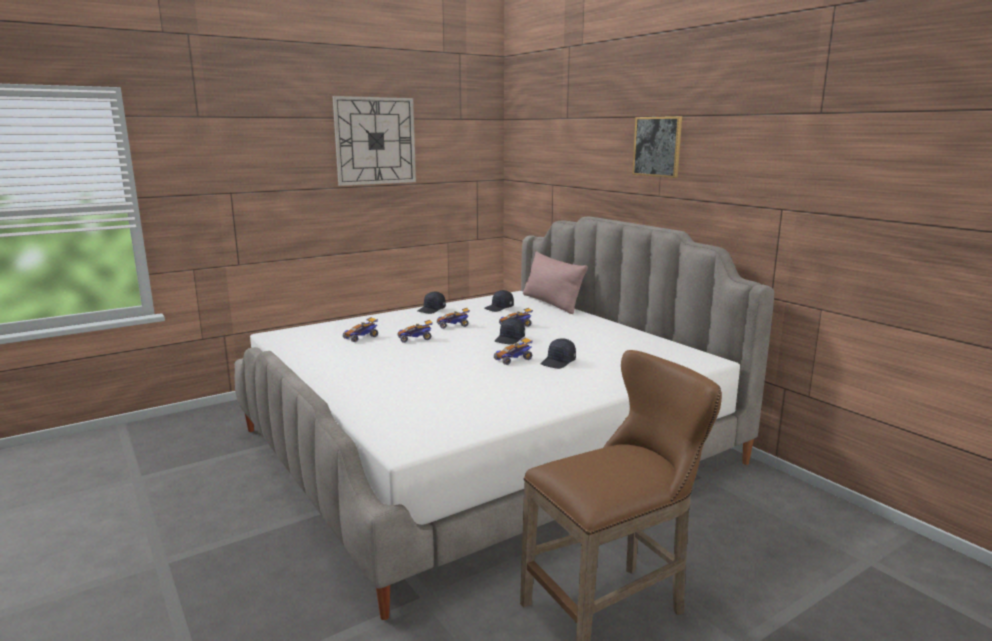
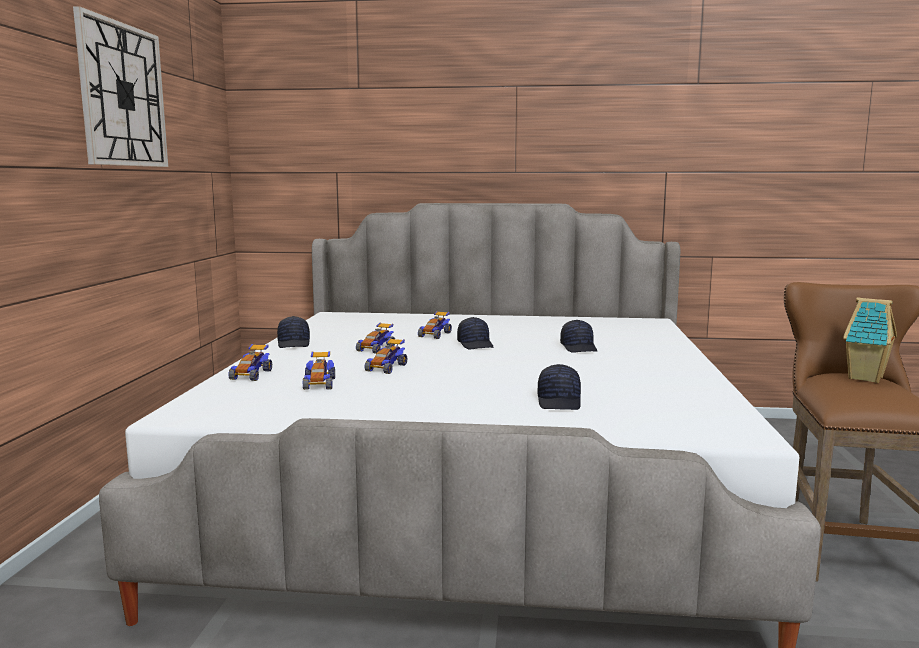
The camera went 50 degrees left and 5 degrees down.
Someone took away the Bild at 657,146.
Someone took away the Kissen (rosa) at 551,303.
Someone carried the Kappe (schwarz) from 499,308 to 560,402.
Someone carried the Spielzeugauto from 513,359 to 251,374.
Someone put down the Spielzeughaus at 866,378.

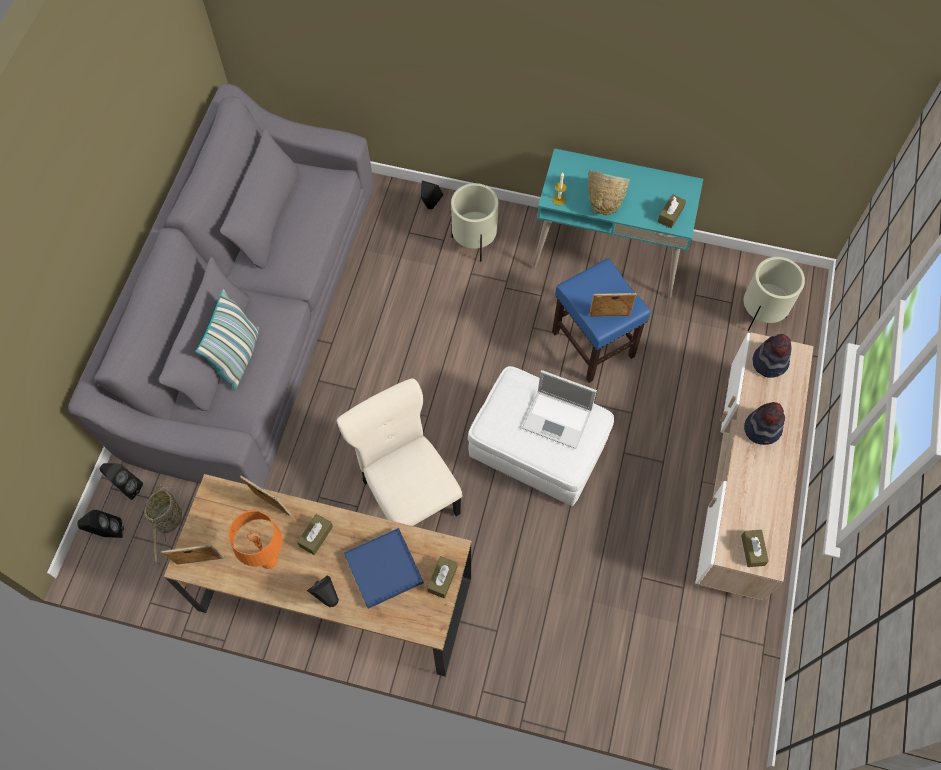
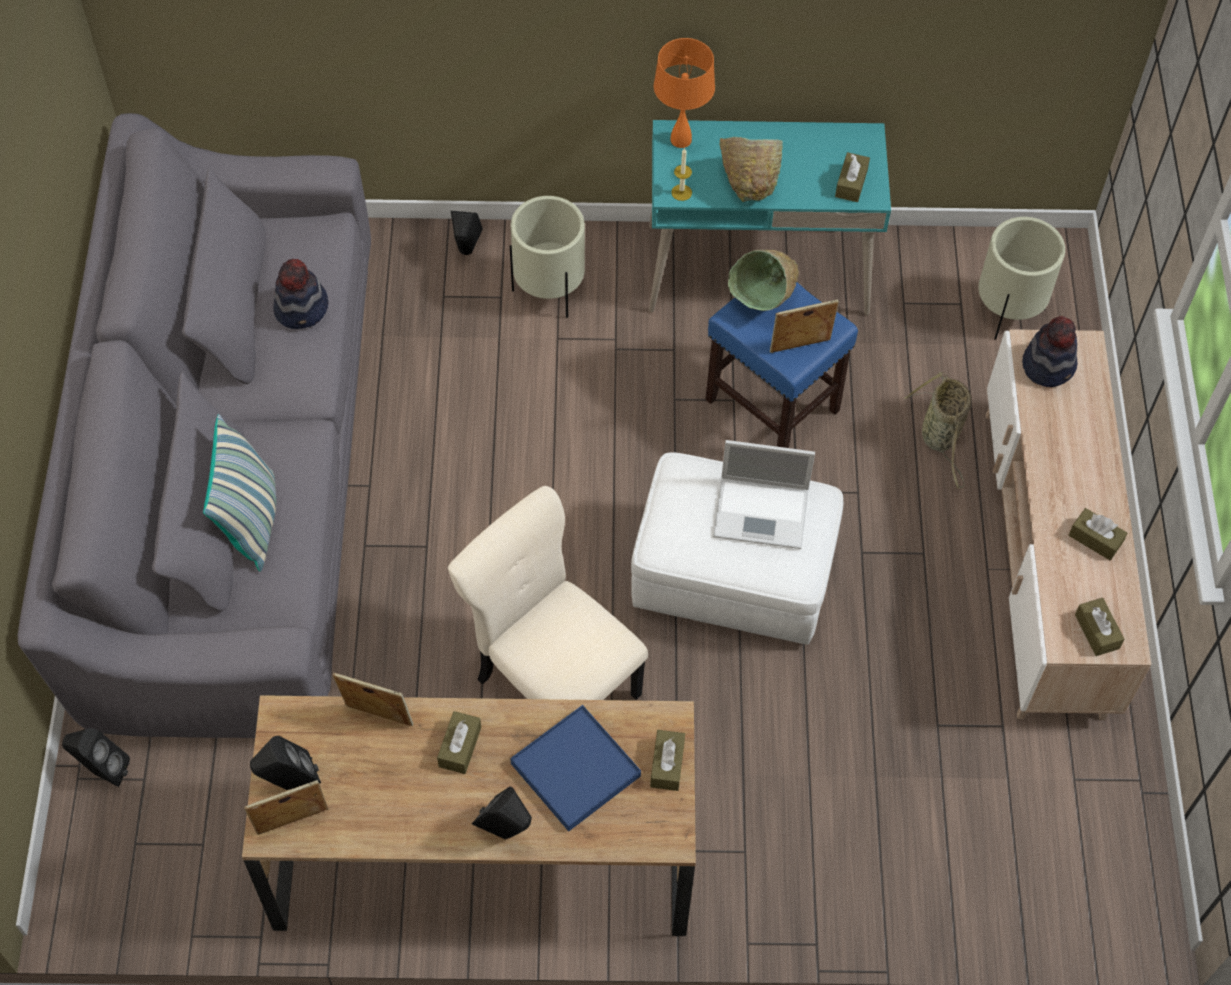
The camera went 15 degrees left and 5 degrees down.
Someone carried the Hut from 763,429 to 302,309.
Someone carried the Korb from 169,522 to 940,438.
Someone carried the Lautsprecher (schwarz) from 108,533 to 290,784.
Someone carried the Tischlampe (orange) from 269,560 to 681,140.
Someone put down the Schüssel (grün) at 764,300.
Someone put down the Taschentuchbox (braun) at 1095,539.

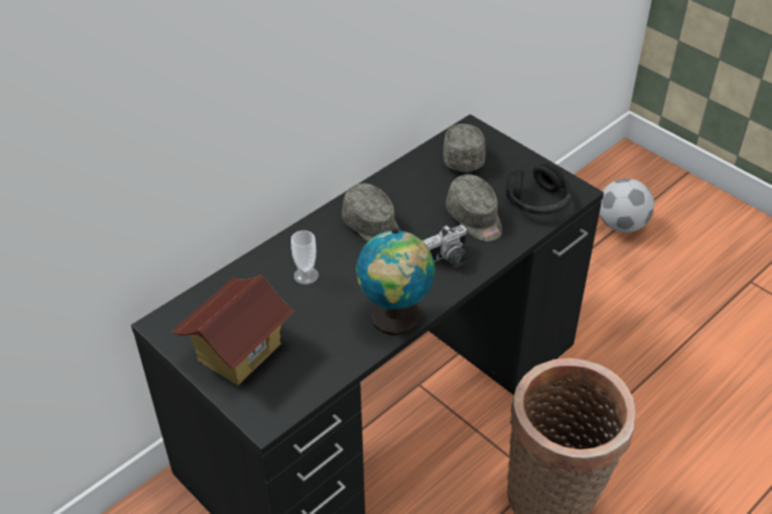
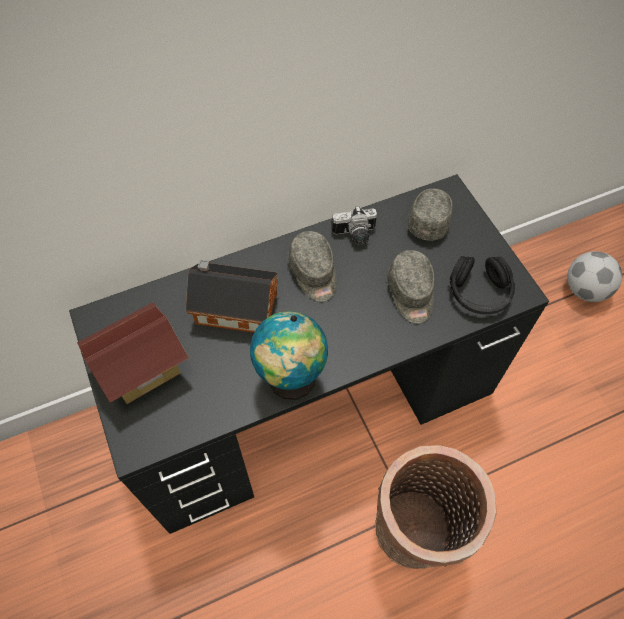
The camera went 20 degrees right and 15 degrees up.
Someone carried the Kamera from 448,260 to 355,235.
Someone swapped the Tasse at 306,275 for the Spielzeughaus at 233,307.

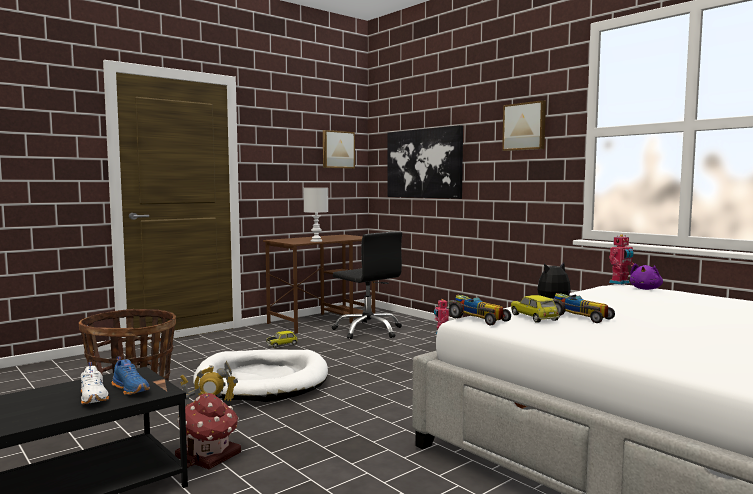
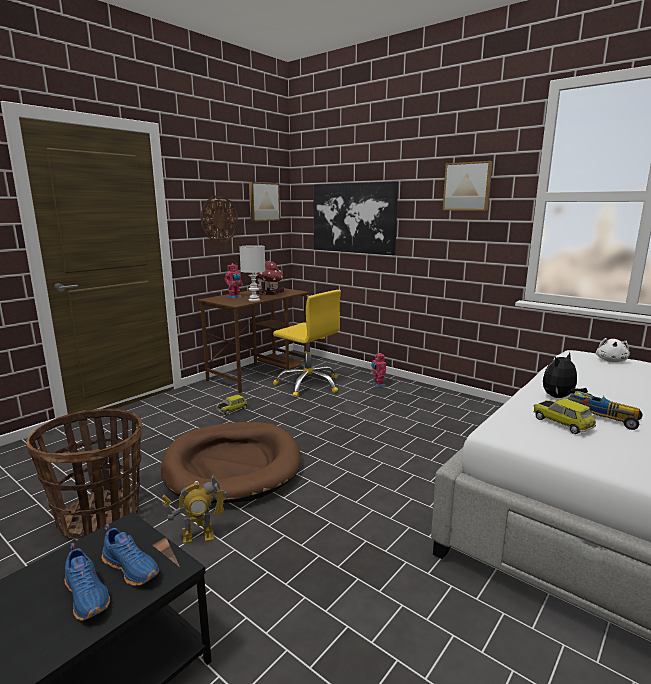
The camera went 10 degrees left and 10 degrees up.
Someone repainted the Bürostuhl (schwarz) at 368,331, which became the Bürostuhl (gelb) at 308,384.
Someone carried the Spielzeugroboter from 620,283 to 234,297.
Someone repainted the Plüschtier (lila) at 645,289, which became the Plüschtier (weiß) at 611,361.
Someone took away the Spielzeugauto at 476,318.
Someone repainted the Hundebett (weiß) at 262,381, which became the Hundebett (braun) at 232,465.
Someone repainted the Schuh (weiß) at 94,397, which became the Schuh (blau) at 88,595.
Someone carried the Spielzeughaus from 209,456 to 269,292.
Someone put up the Wanduhr at 219,219.

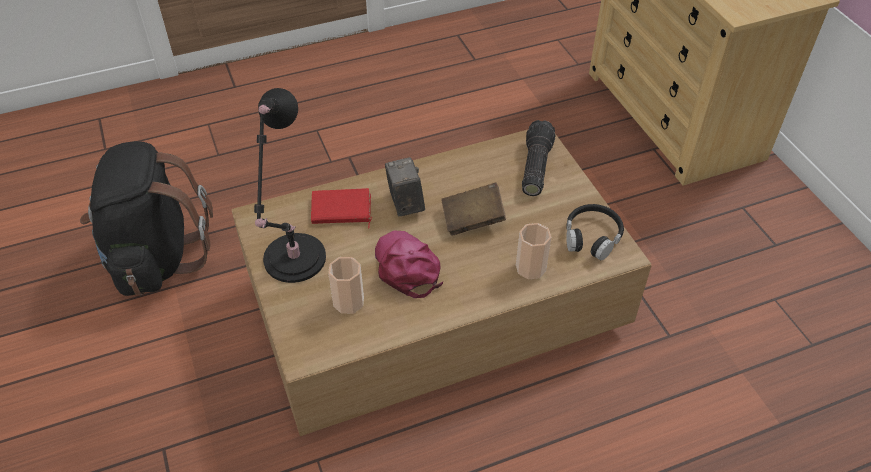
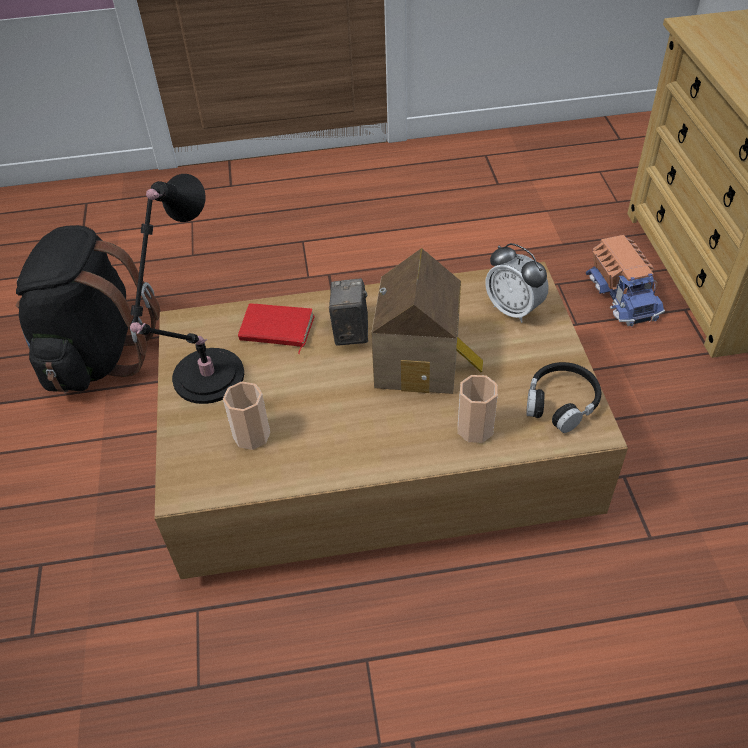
The camera went 15 degrees right and 0 degrees up.
Someone swapped the Taschenlampe at 534,167 for the Wecker at 513,309.
Someone swapped the Buch (braun) at 472,220 for the Spielzeughaus at 422,361.
Someone took away the Kappe (rosa) at 407,267.
Someone put down the Spielzeuglaster at 623,295.

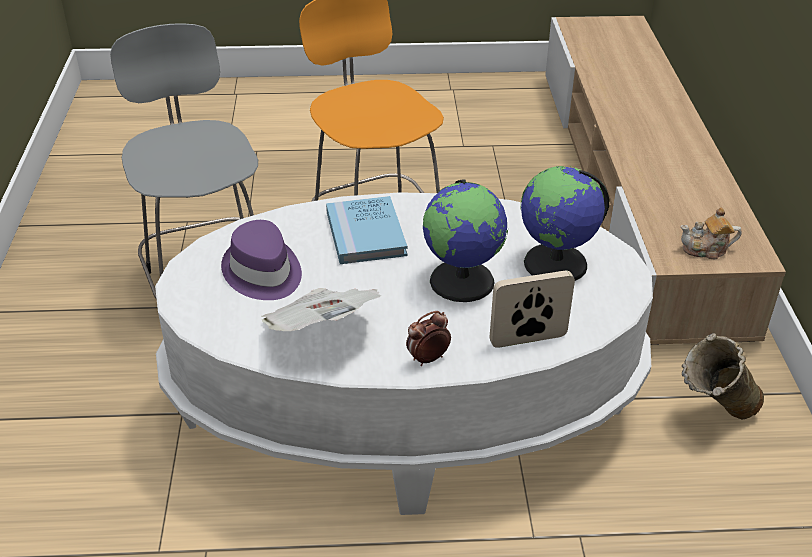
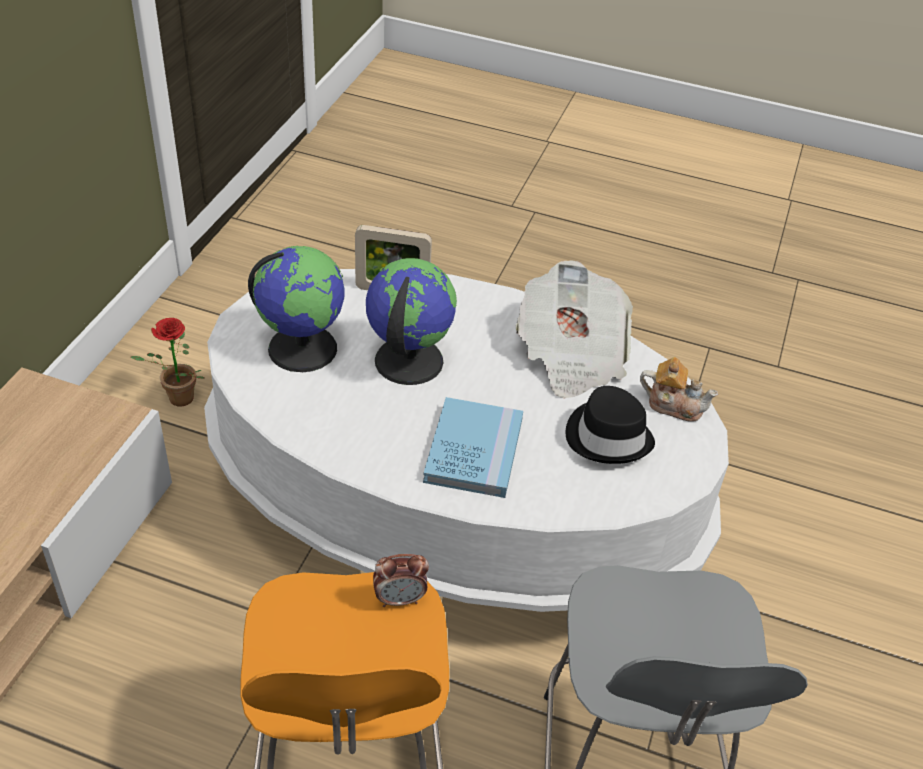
The camera went 160 degrees left and 5 degrees up.
Someone carried the Teekanne from 706,250 to 674,405.
Someone repainted the Hut (lila) at 262,273, which became the Hut (schwarz) at 608,436.
Someone carried the Wecker from 427,359 to 400,599.
Someone swapped the Vase (beige) at 713,417 for the Topfpflanze at 176,400.

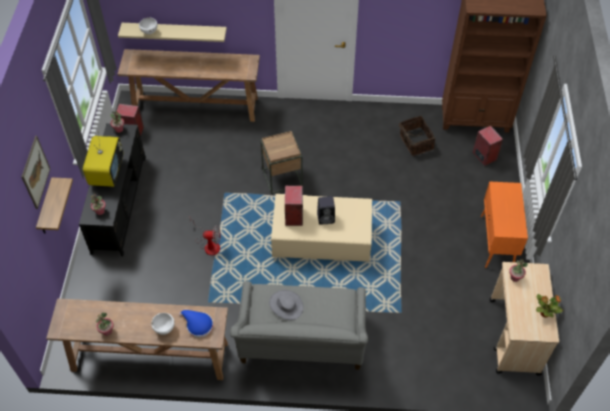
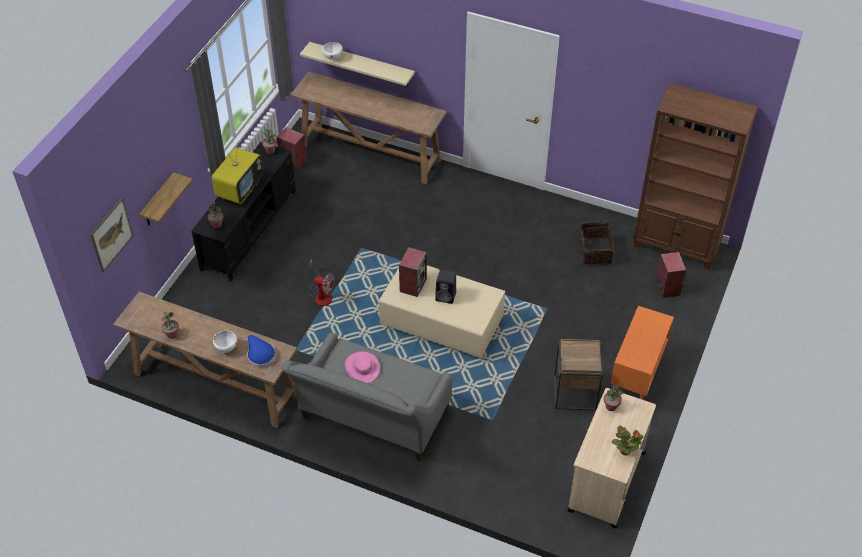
The camera went 20 degrees right and 5 degrees down.
Someone carried the Beistelltisch (braun) from 282,177 to 575,392.
Someone carried the Bild from 35,172 to 111,234.
Someone repainted the Hut (grau) at 286,305, which became the Hut (rosa) at 362,367.

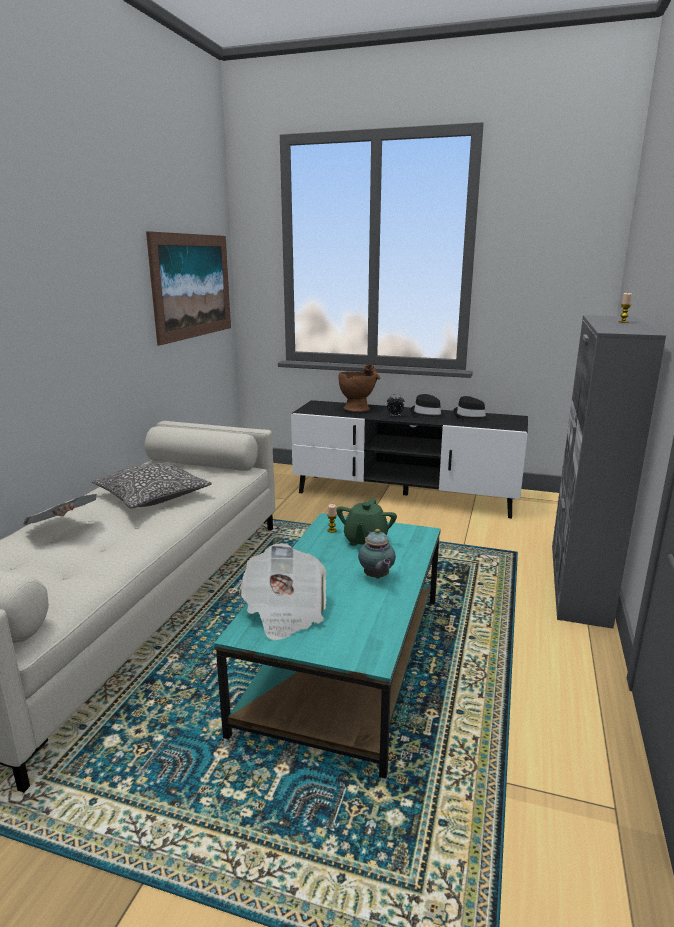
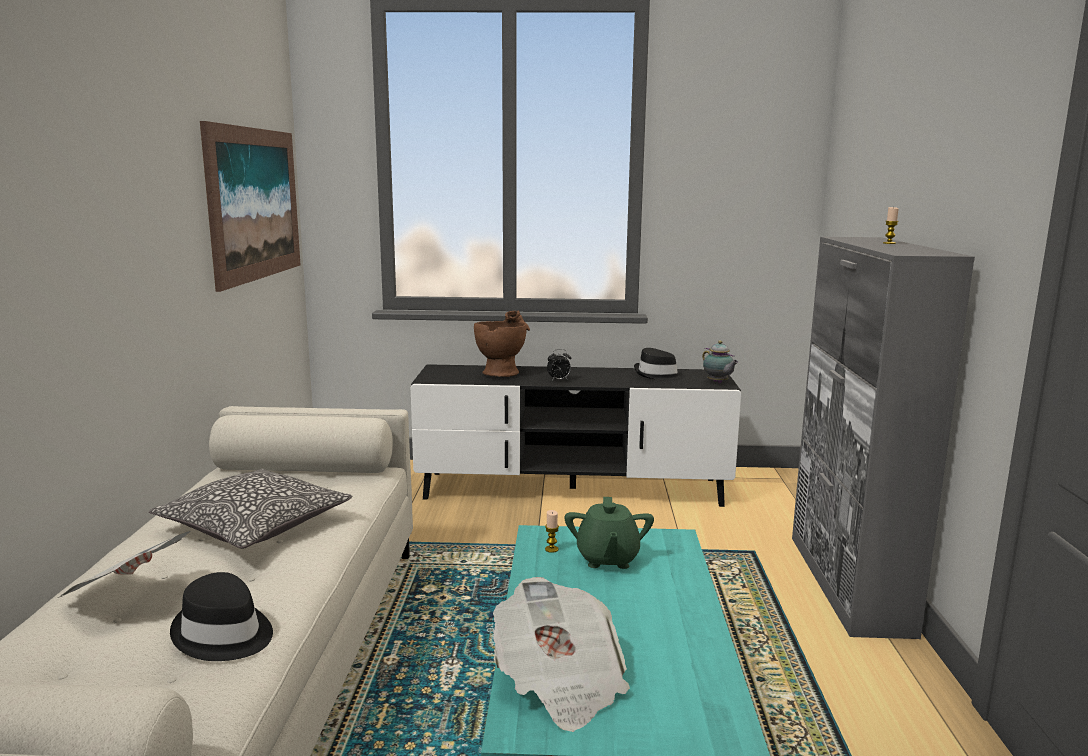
The camera went 15 degrees left and 5 degrees down.
Someone carried the Hut (schwarz) from 428,415 to 223,635.
Someone carried the Teekanne from 376,577 to 718,383.

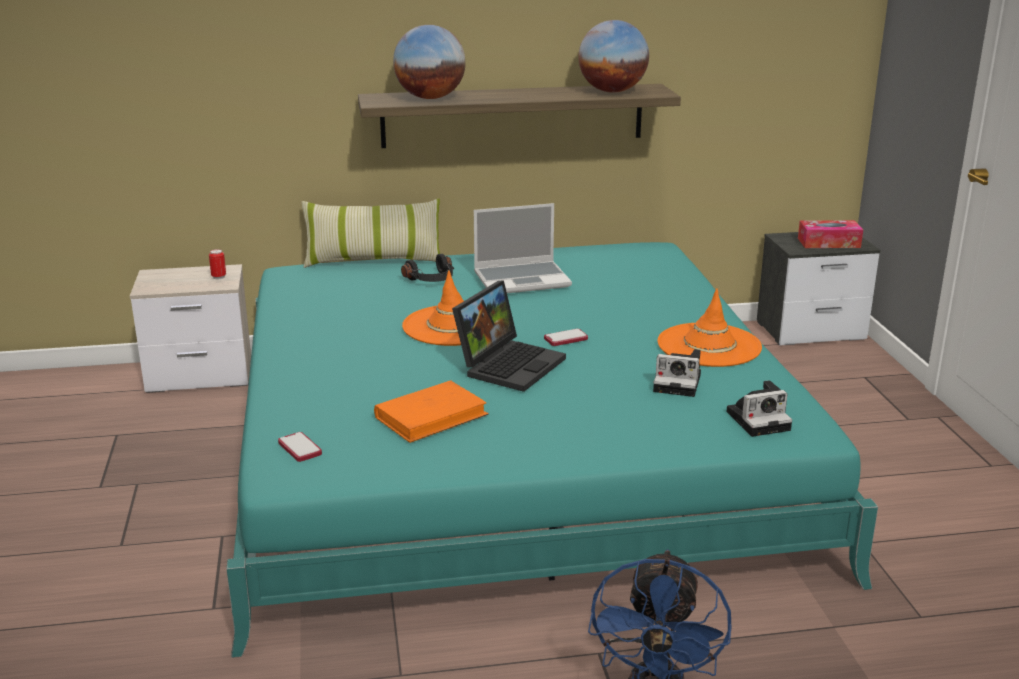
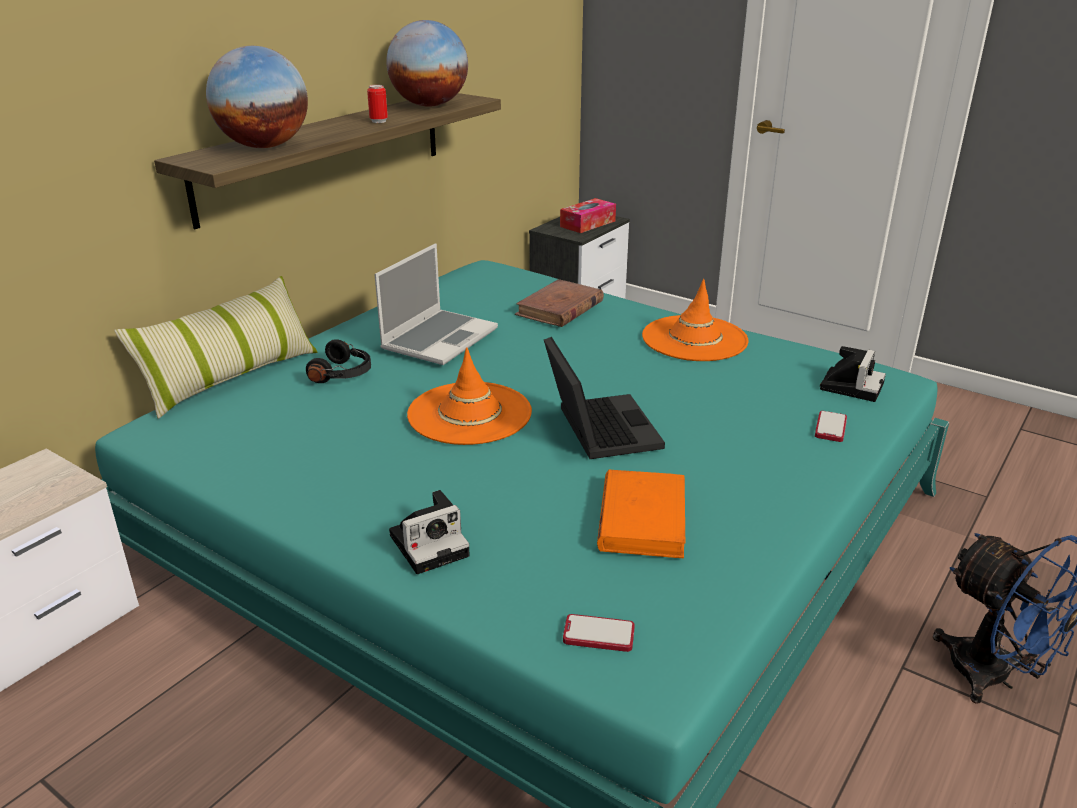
The camera went 45 degrees left and 5 degrees up.
Someone carried the Dose from 219,277 to 379,121.
Someone carried the Handy from 566,339 to 830,428.
Someone carried the Kamera from 679,383 to 431,544.
Someone put down the Buch (braun) at 559,308.

